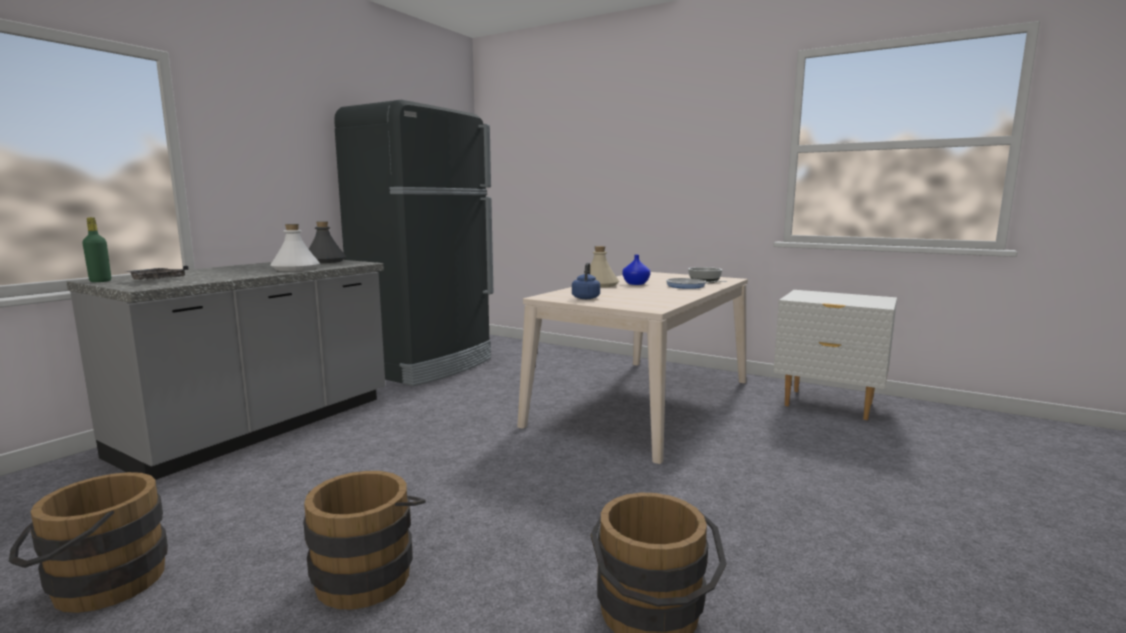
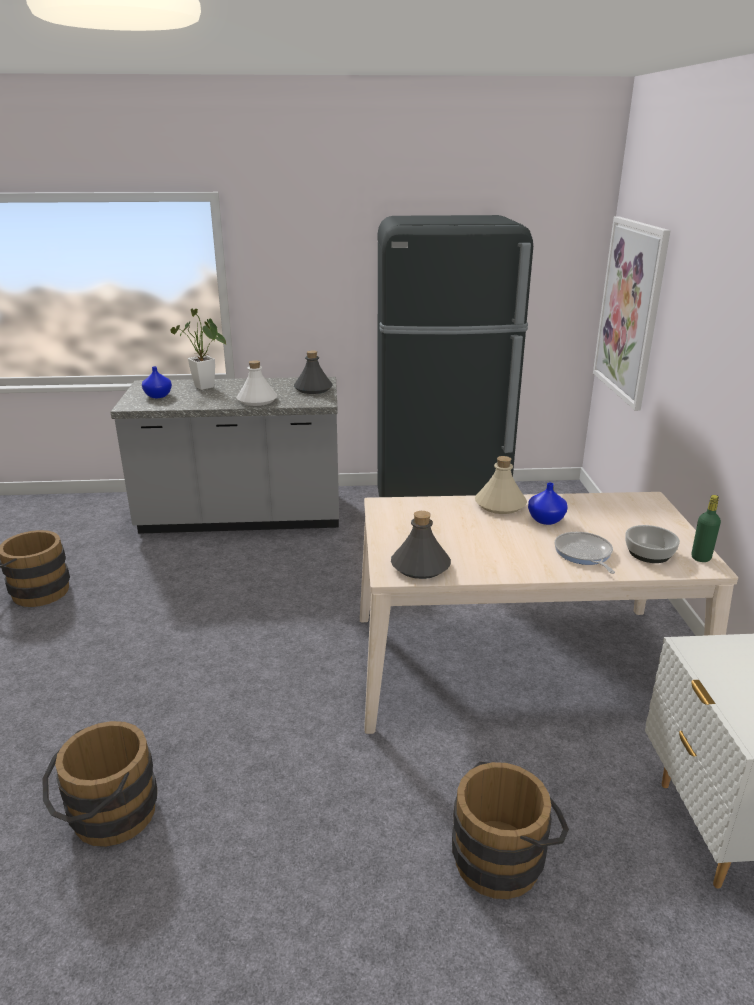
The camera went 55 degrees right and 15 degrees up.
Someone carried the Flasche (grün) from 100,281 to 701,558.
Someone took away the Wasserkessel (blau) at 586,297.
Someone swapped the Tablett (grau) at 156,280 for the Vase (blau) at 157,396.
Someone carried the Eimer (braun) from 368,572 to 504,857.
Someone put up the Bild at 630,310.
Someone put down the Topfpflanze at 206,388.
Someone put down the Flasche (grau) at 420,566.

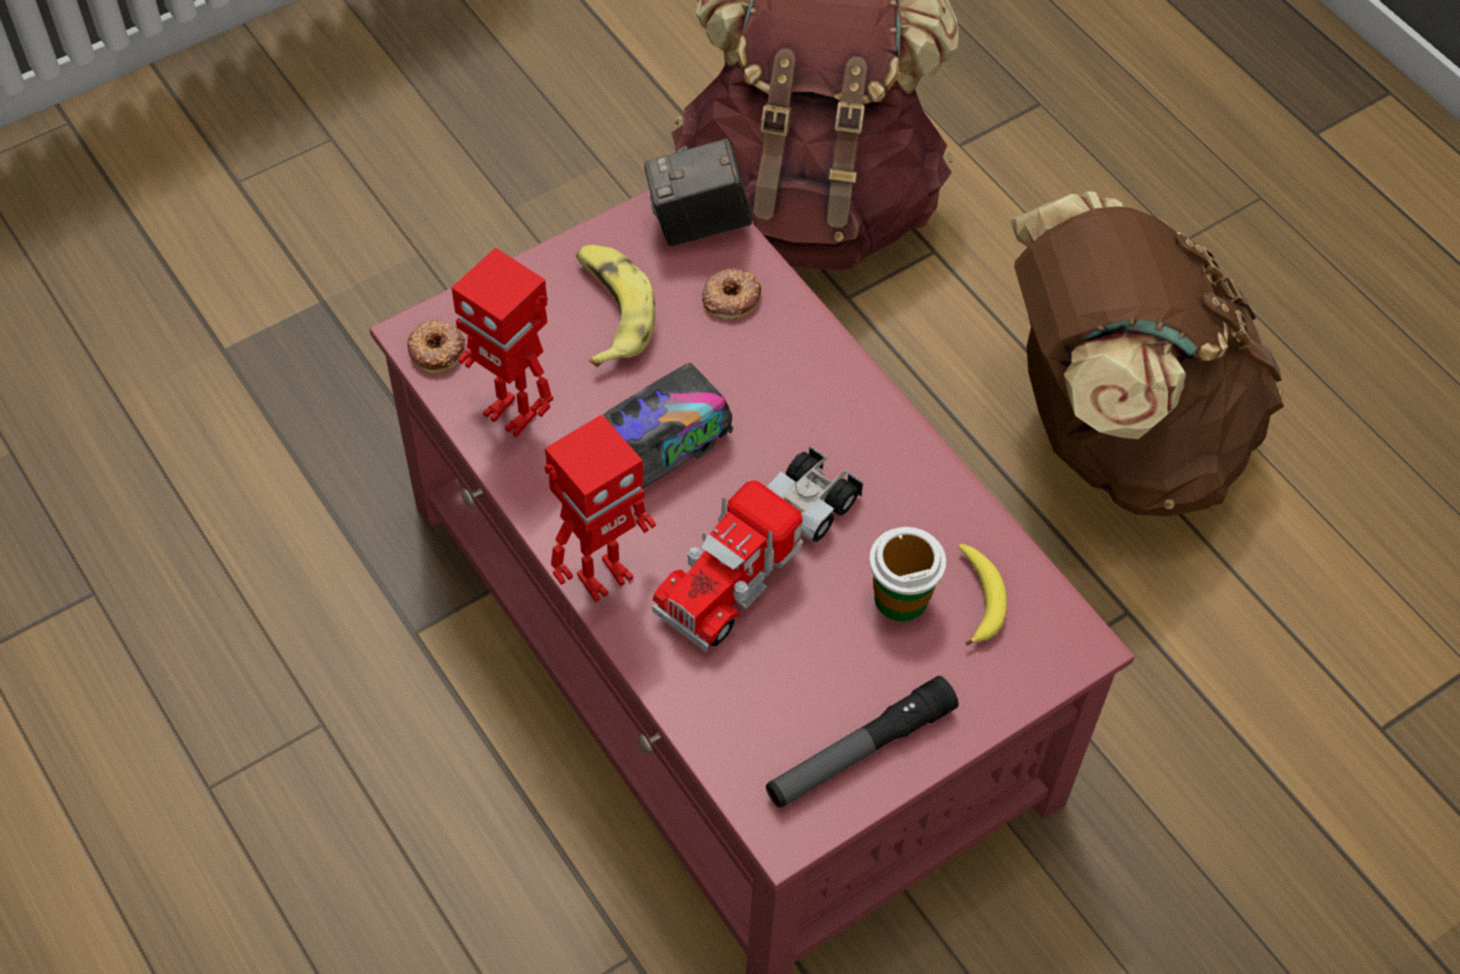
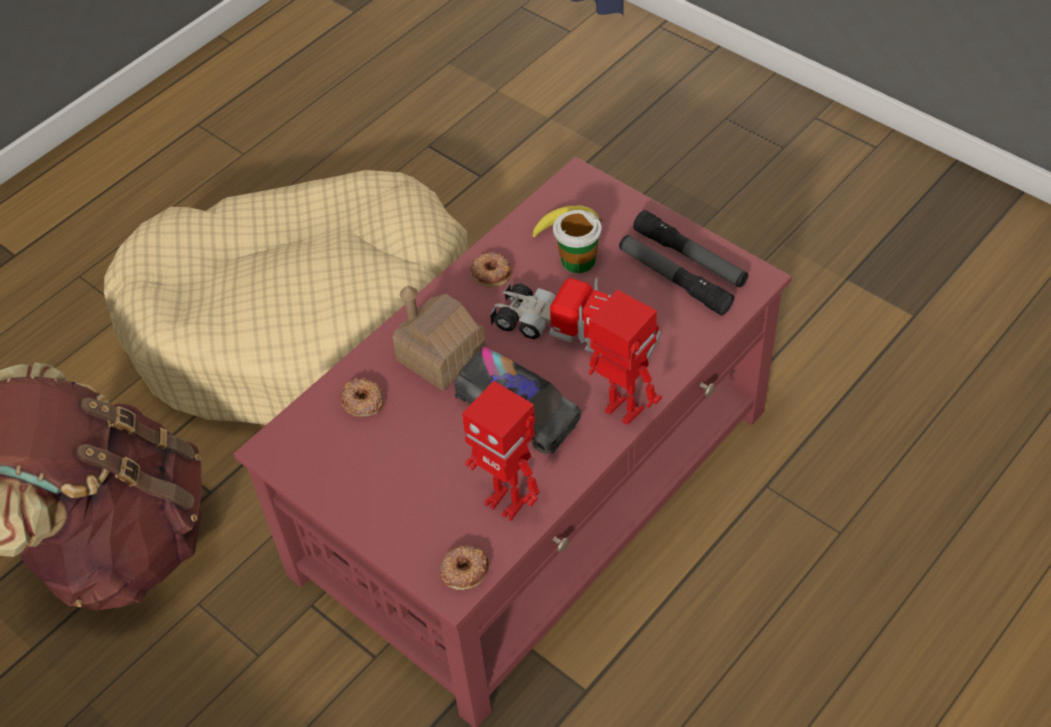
The camera went 100 degrees left and 5 degrees down.
Someone took away the Kamera at 698,224.
Someone swapped the Rucksack (braun) at 1114,434 for the Hundebett (beige) at 301,321.
Someone took away the Banane at 610,311.
Someone rotated the Spielzeugroboter at 513,413 by 105 degrees clockwise.
Someone put down the Taschenlampe at 673,280.
Someone put down the Donut at 491,272.
Someone put down the Spielzeughaus at 440,355.

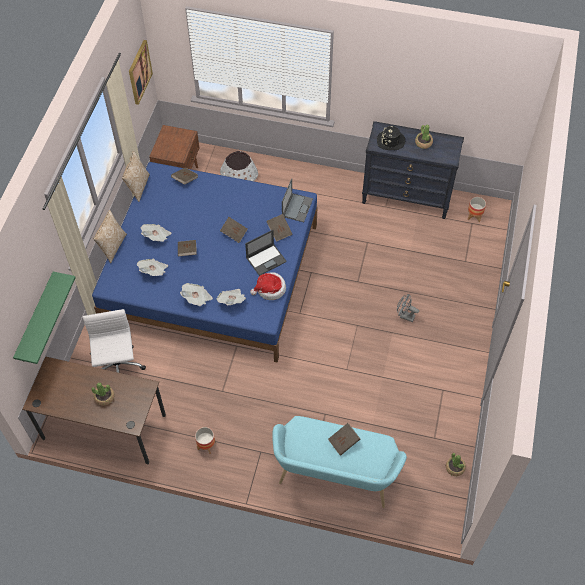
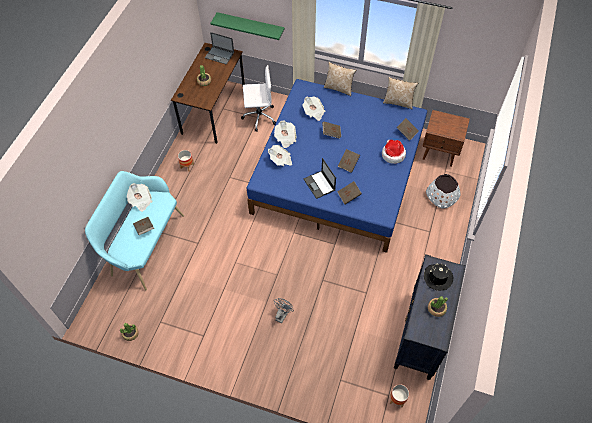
The camera went 95 degrees right and 0 degrees up.
Someone took away the Bild at 139,72.
Someone carried the Laptop from 297,207 to 220,55.
Someone carried the Zeitung from 157,237 to 140,201.
Someone carried the Hut from 270,289 to 392,154.

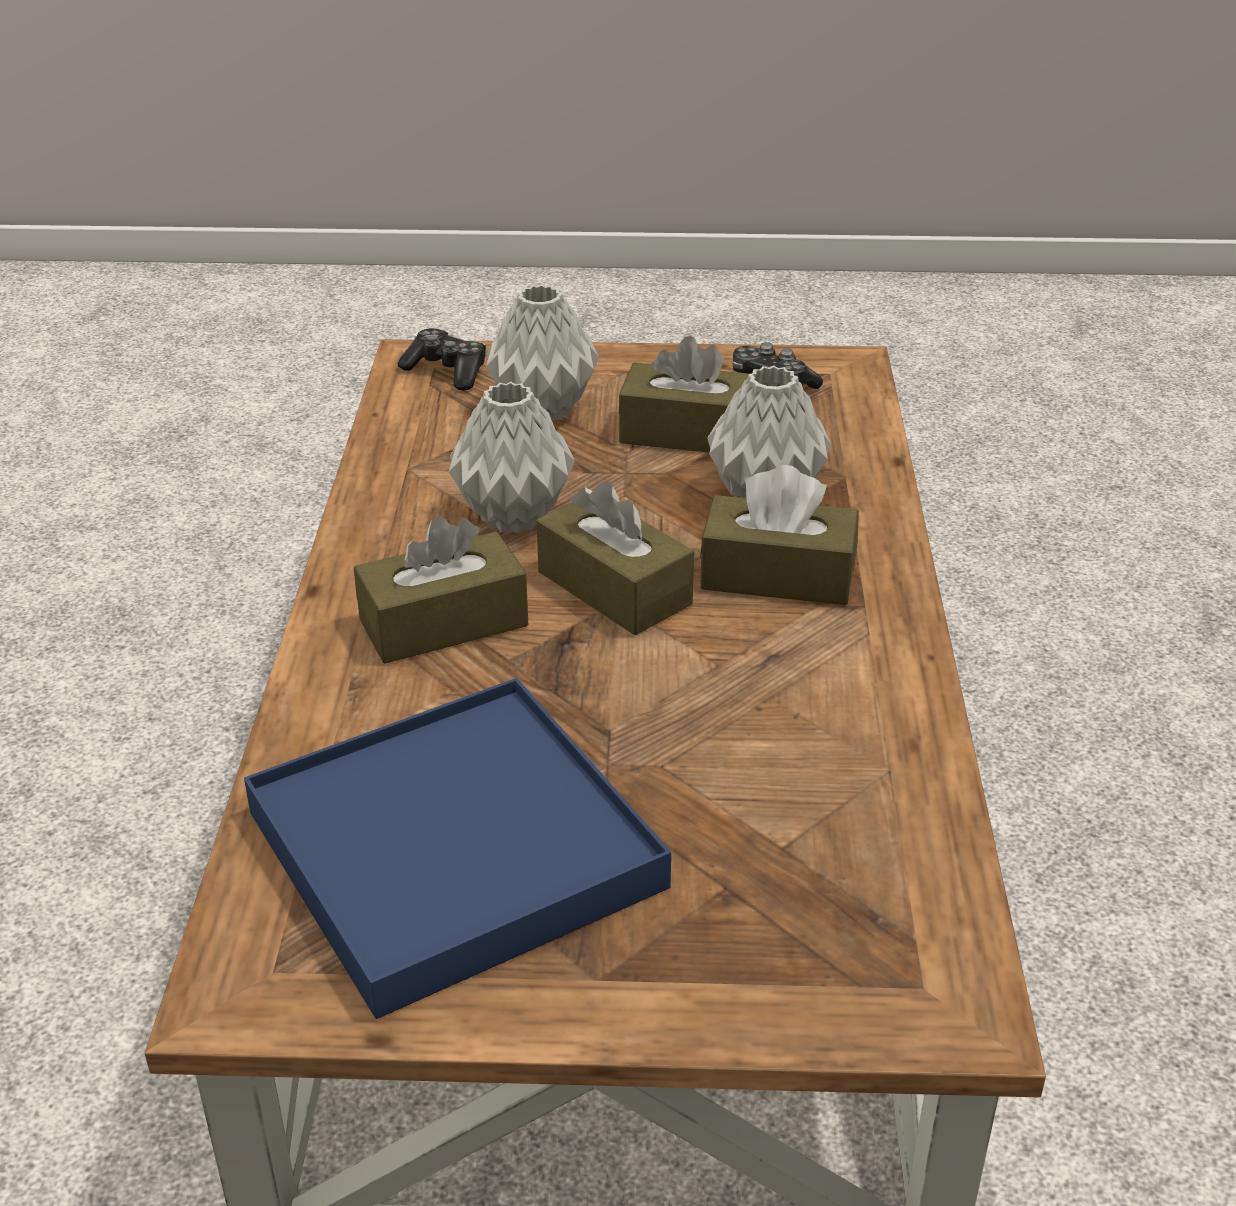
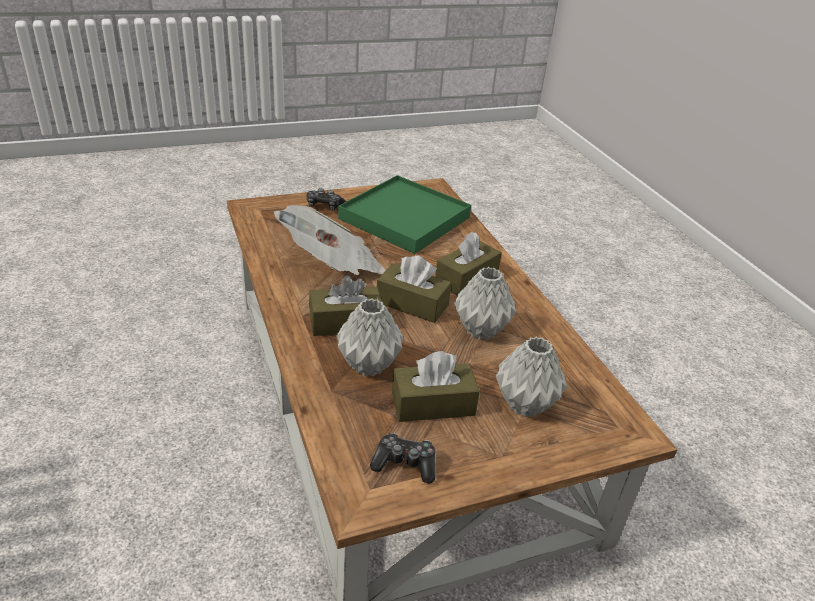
The camera went 155 degrees right and 0 degrees up.
Someone carried the Gamepad from 447,371 to 324,206.
Someone repainted the Tablett (blau) at 456,850, which became the Tablett (grün) at 404,218.
Someone put down the Zeitung at 332,266.

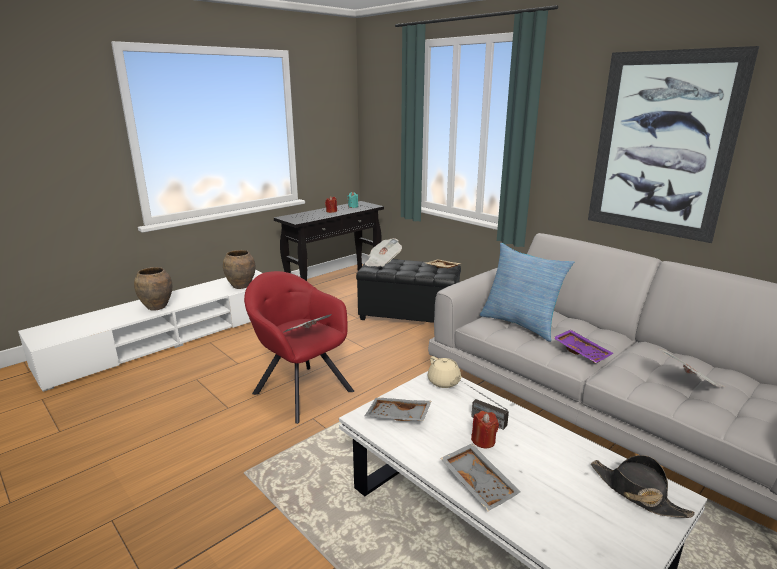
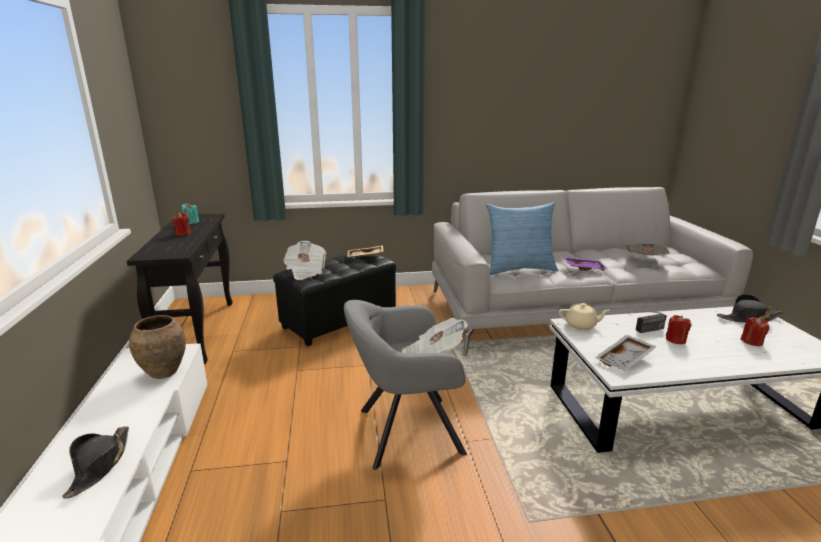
The camera went 55 degrees left and 0 degrees up.
Someone took away the Bild at 661,145.
Someone swapped the Vase (braun) at 156,307 for the Hut (schwarz) at 100,465.
Someone repainted the Sessel (rot) at 300,390, which became the Sessel (grau) at 405,431.
Someone took away the Tablett (grau) at 479,483.
Someone put down the Kerze (rot) at 752,341.

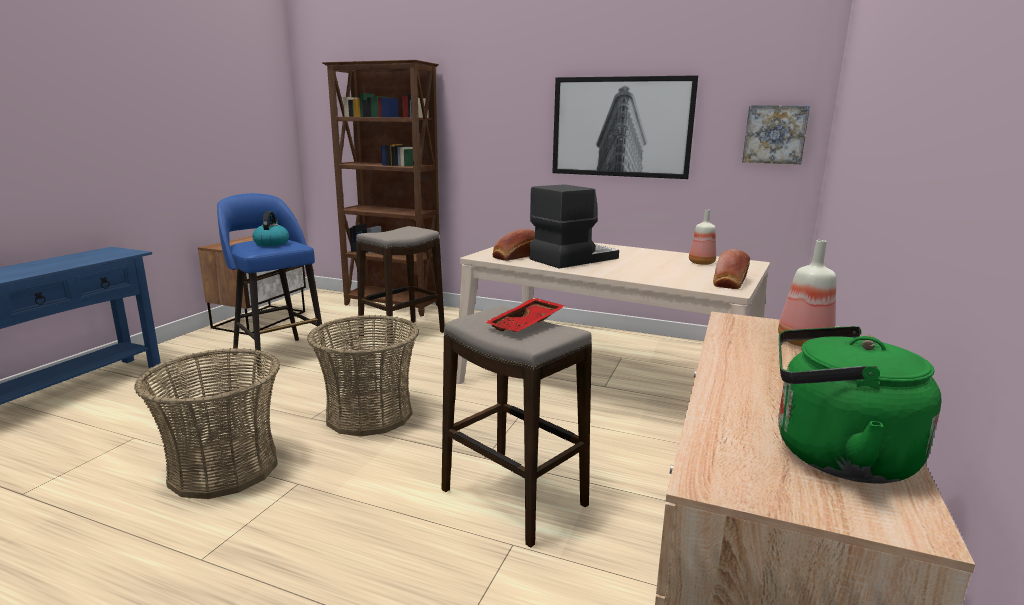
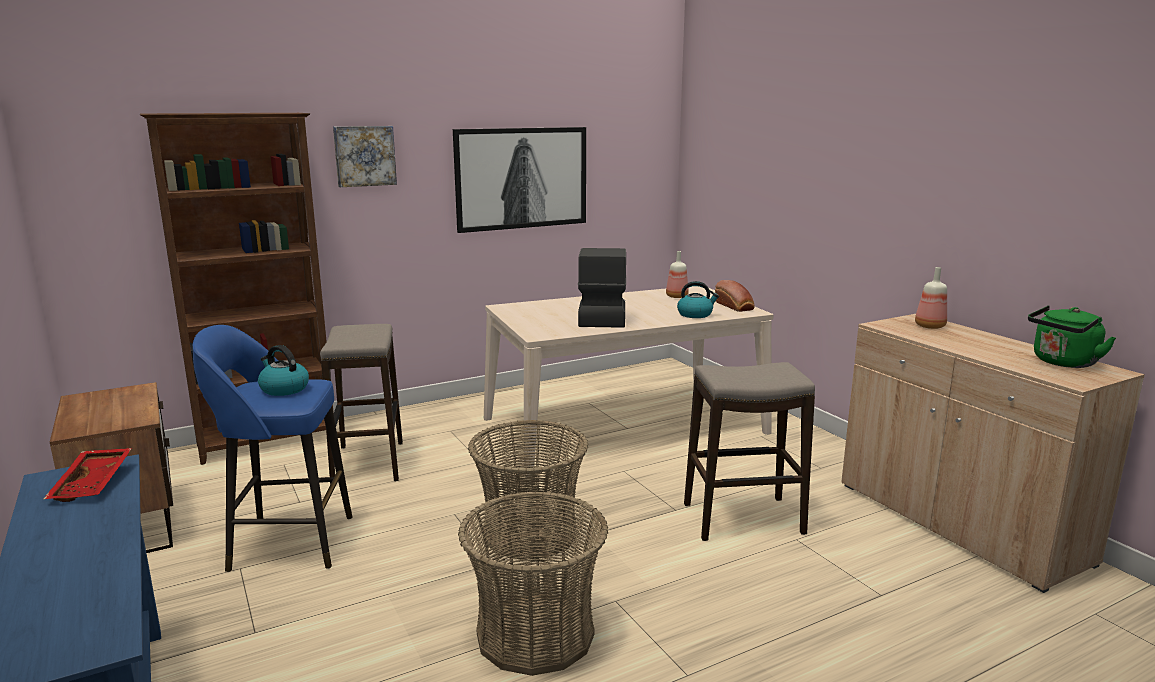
The camera went 50 degrees left and 0 degrees up.
Someone carried the Bild from 774,134 to 364,156.
Someone took away the Brot at 514,256.
Someone carried the Tablett (rot) from 527,325 to 94,483.
Someone put down the Wasserkessel at 695,314.

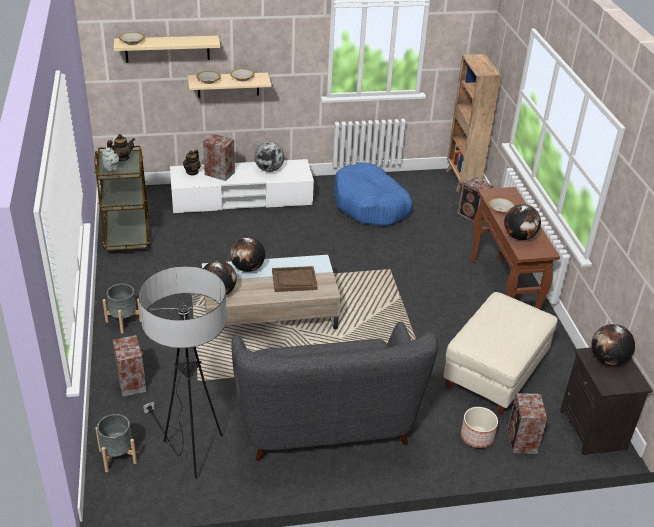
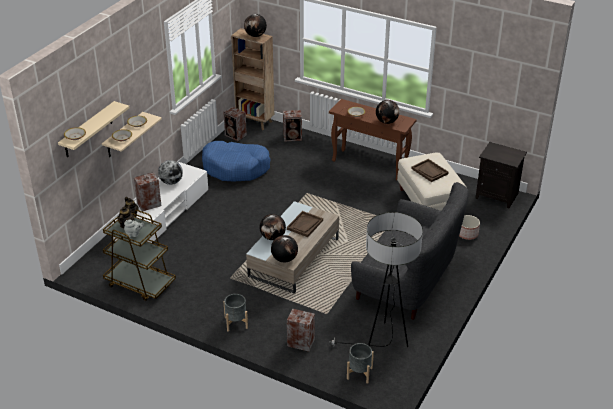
The camera went 50 degrees left and 0 degrees up.
Someone carried the Globus from 608,360 to 255,35.
Someone carried the Lautsprecher from 521,442 to 236,135.
Someone put down the Tablett (braun) at 429,171.

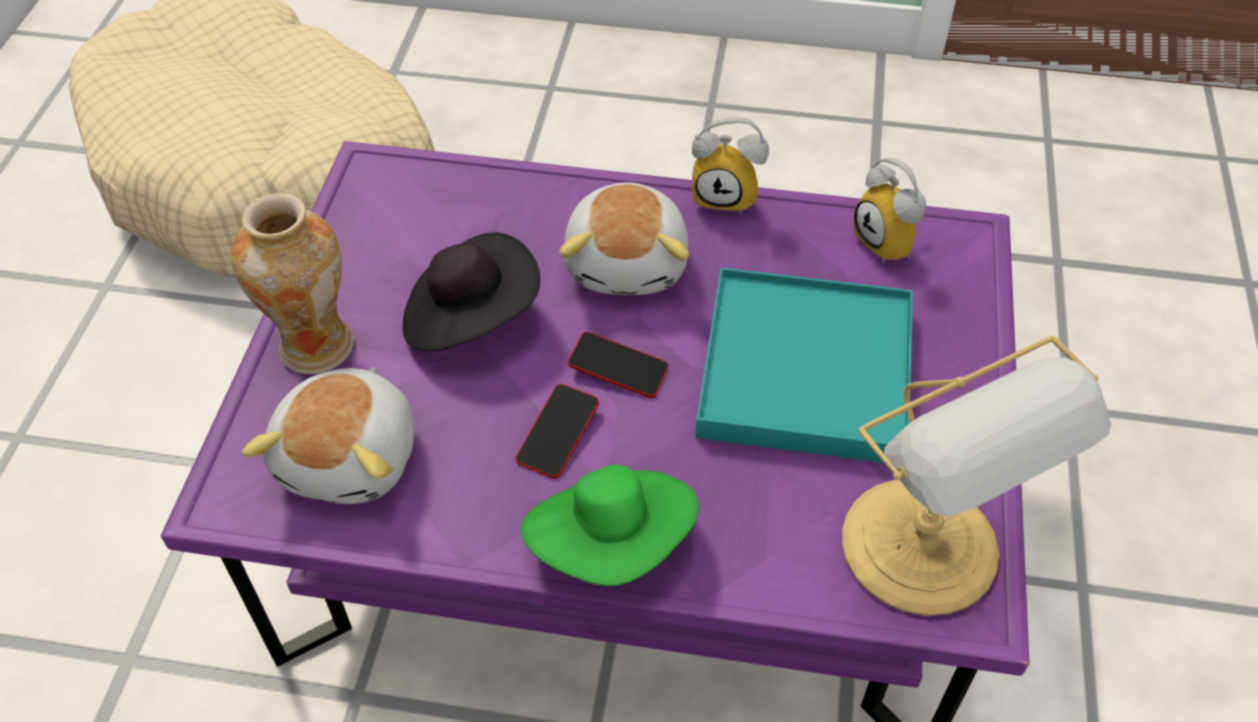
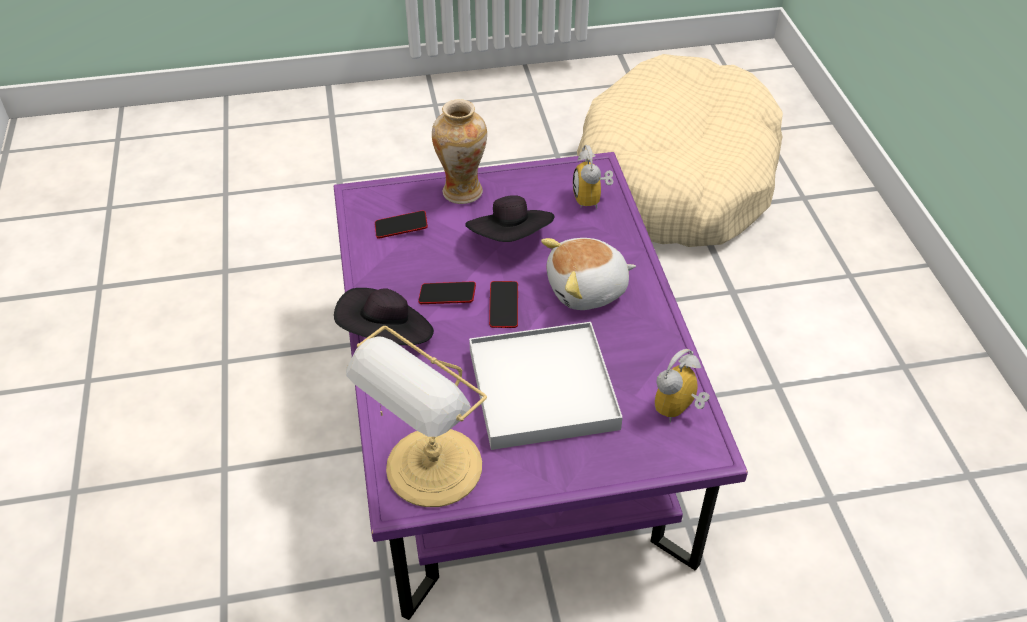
The camera went 70 degrees right and 5 degrees down.
Someone carried the Wecker from 727,195 to 592,199.
Someone repainted the Tablett (türkis) at 806,371, which became the Tablett (weiß) at 543,389.
Someone swapped the Plüschtier at 352,457 for the Handy at 401,227.
Someone repainted the Hut (grün) at 612,543, which became the Hut (schwarz) at 387,336.

